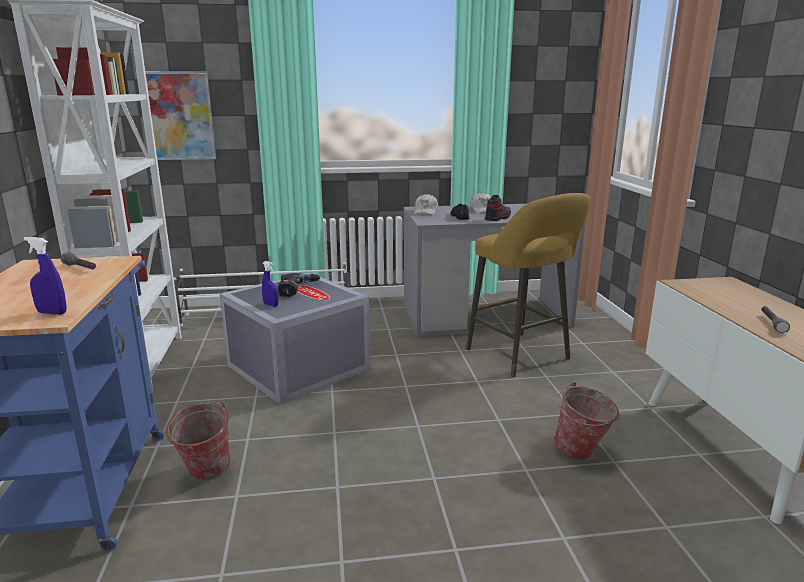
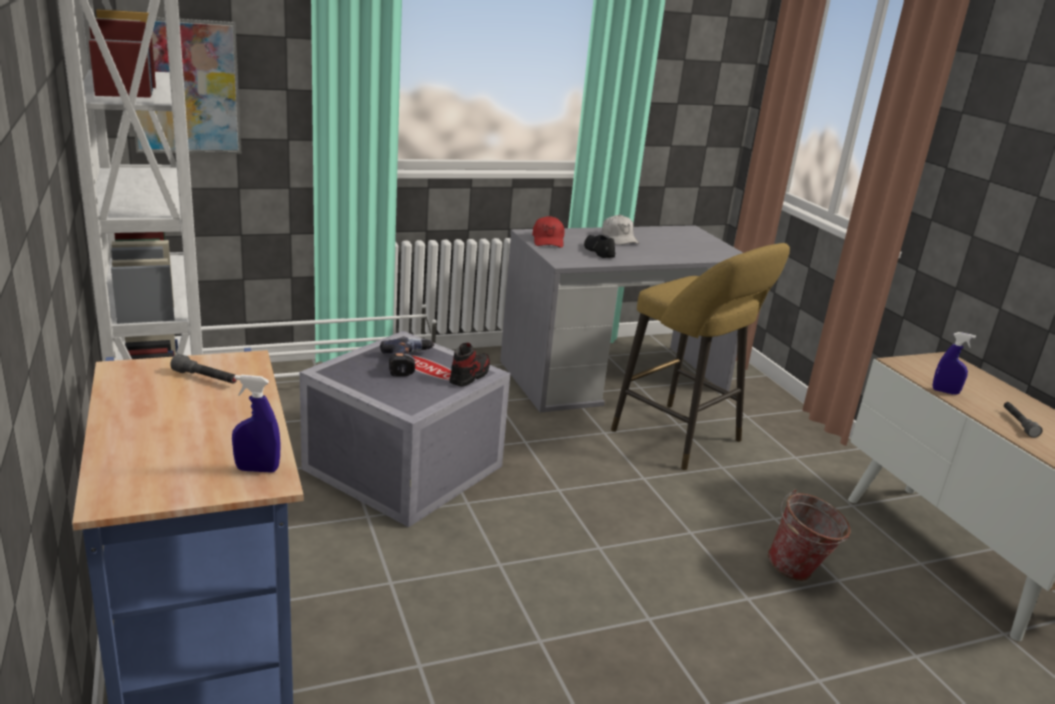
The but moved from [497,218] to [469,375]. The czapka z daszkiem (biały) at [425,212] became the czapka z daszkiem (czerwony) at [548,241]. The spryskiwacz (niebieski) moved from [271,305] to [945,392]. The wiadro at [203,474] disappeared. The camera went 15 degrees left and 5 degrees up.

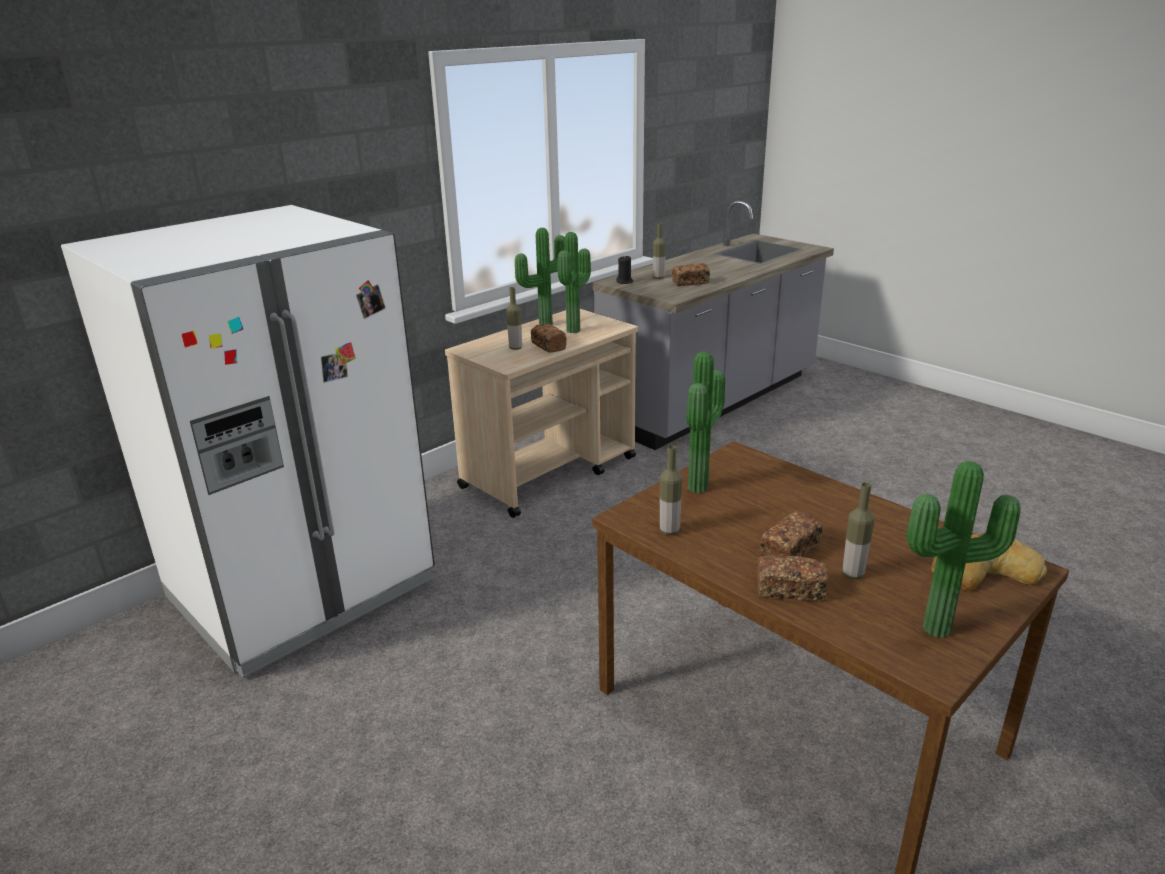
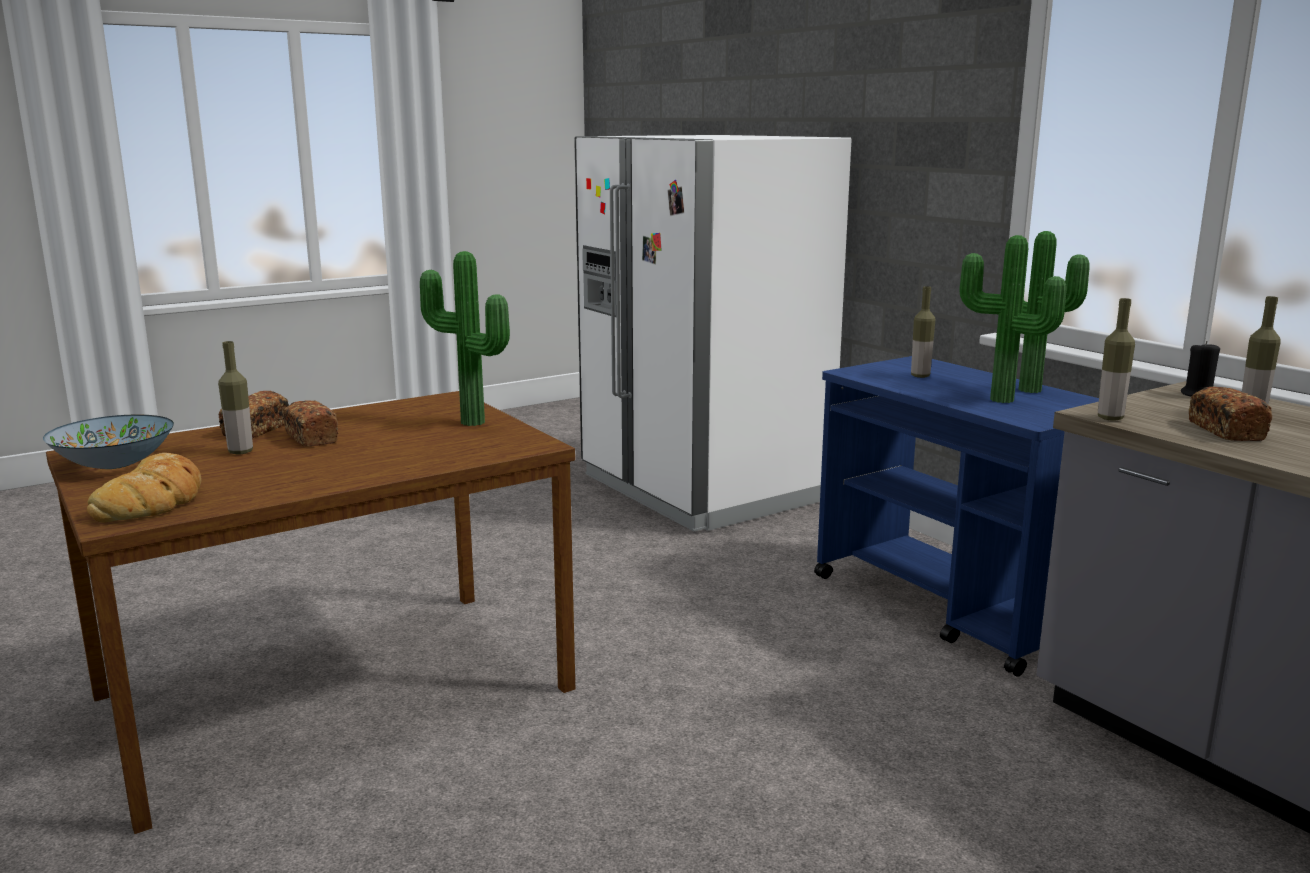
The roślina doniczkowa at [940,632] was replaced by the miska at [115,464]. The wózek (beżowy) at [550,472] became the wózek (niebieski) at [952,607]. The butelka moved from [669,530] to [1110,418]. The chleb at [548,346] disappeared. The camera went 100 degrees right and 10 degrees down.

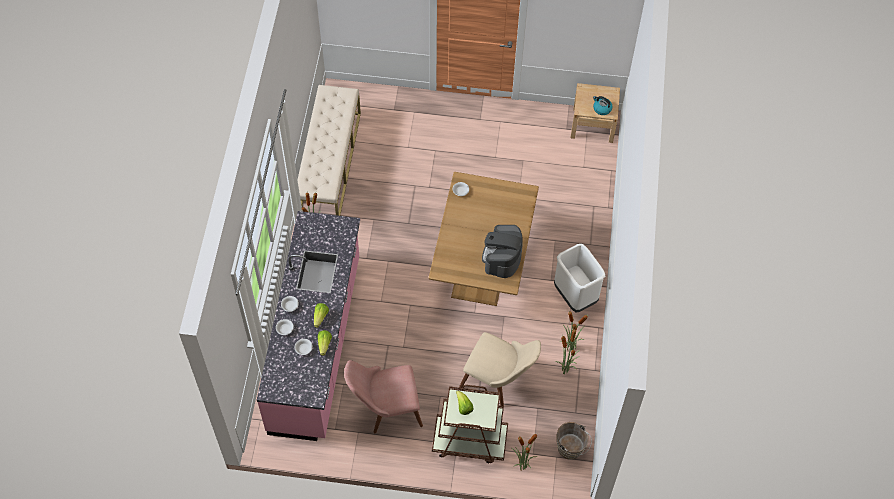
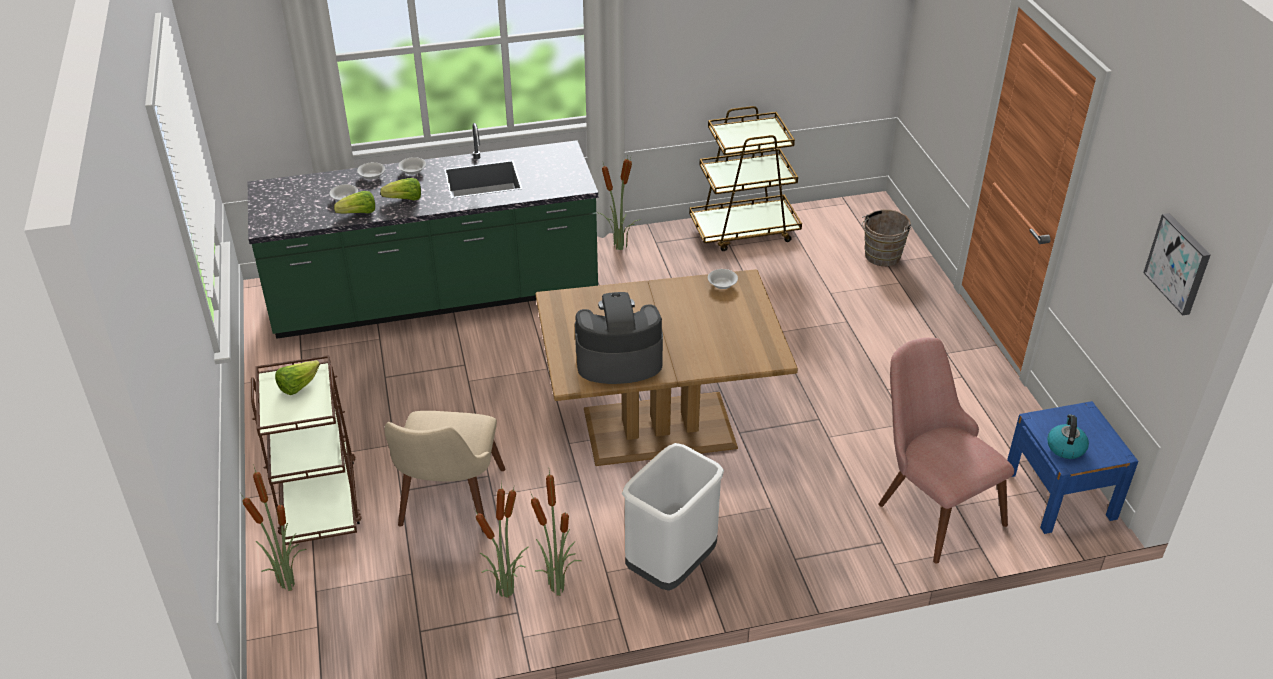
The zabudowa kuchenna (różowy) at [316,345] became the zabudowa kuchenna (zielony) at [435,297]. The ławka (beżowy) at [329,163] was replaced by the wózek (brązowy) at [744,230]. The wiadro (brązowy) moved from [571,449] to [881,257]. The krzesło (różowy) moved from [385,408] to [930,505]. The szafka nocna (beżowy) at [593,124] became the szafka nocna (niebieski) at [1059,495]. The obraz at [1179,263] appeared. The camera went 70 degrees right and 20 degrees down.

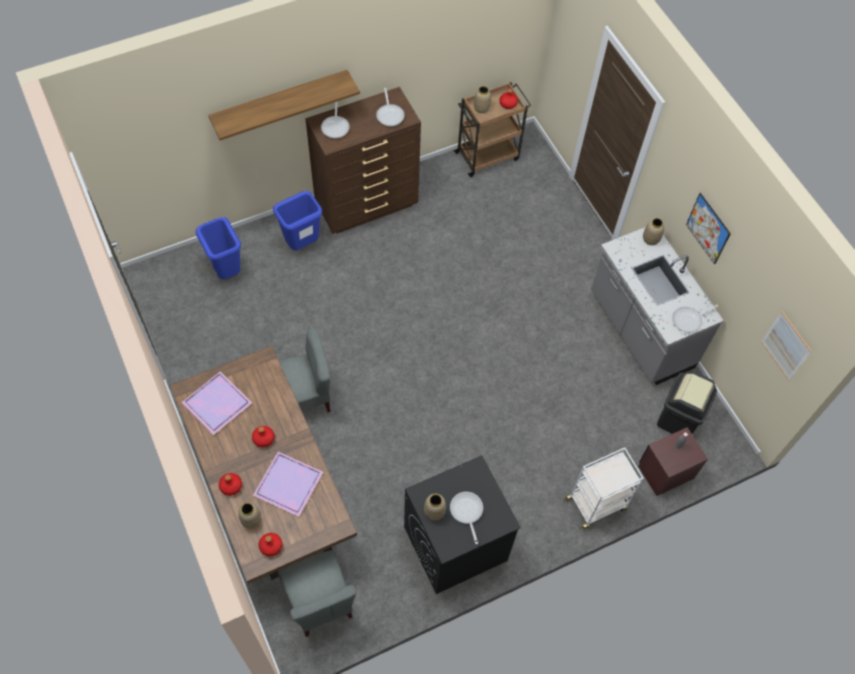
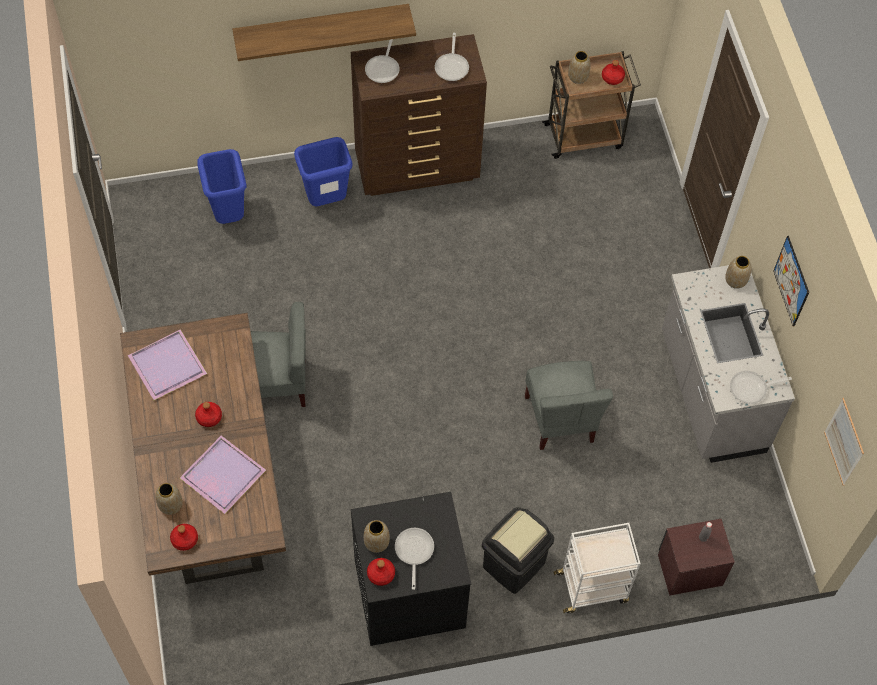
The butelka (czerwony) moved from [231,486] to [381,574]. The kosz na śmieci (czarny) moved from [679,418] to [514,565]. The krzesło (szary) moved from [319,602] to [560,419]. The camera went 15 degrees right and 0 degrees up.

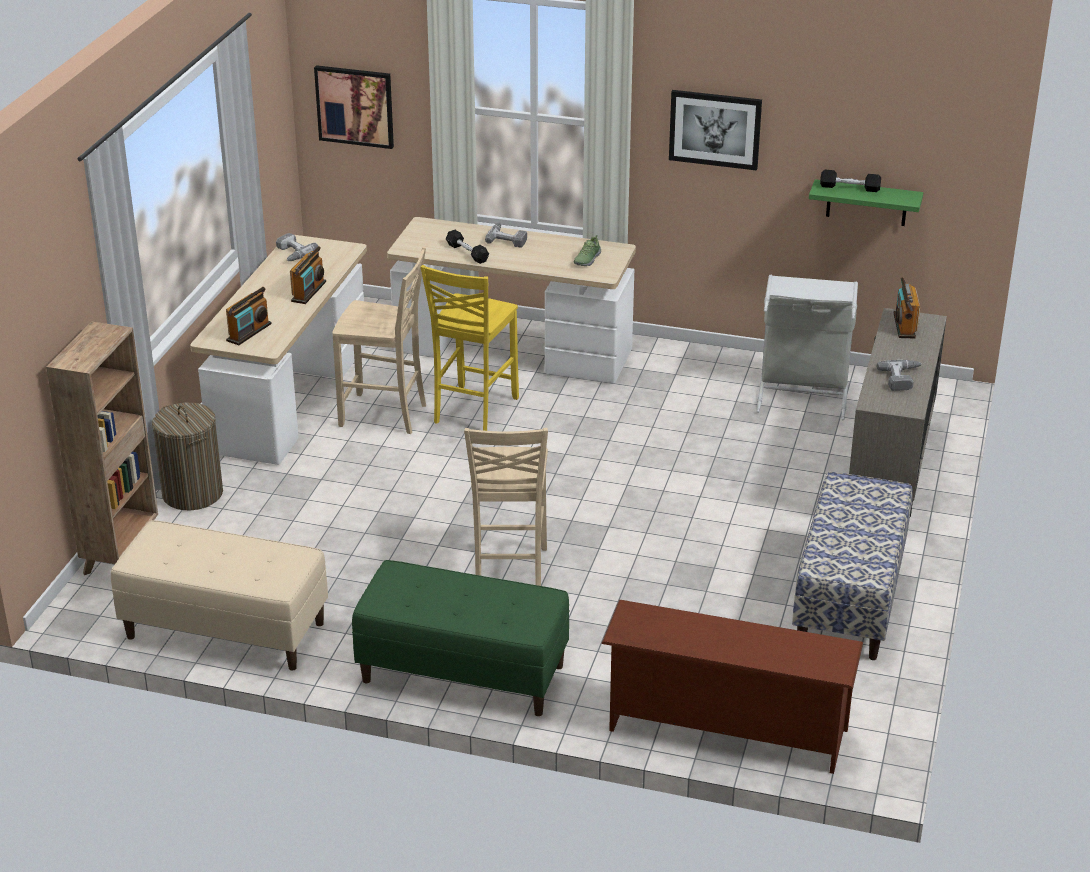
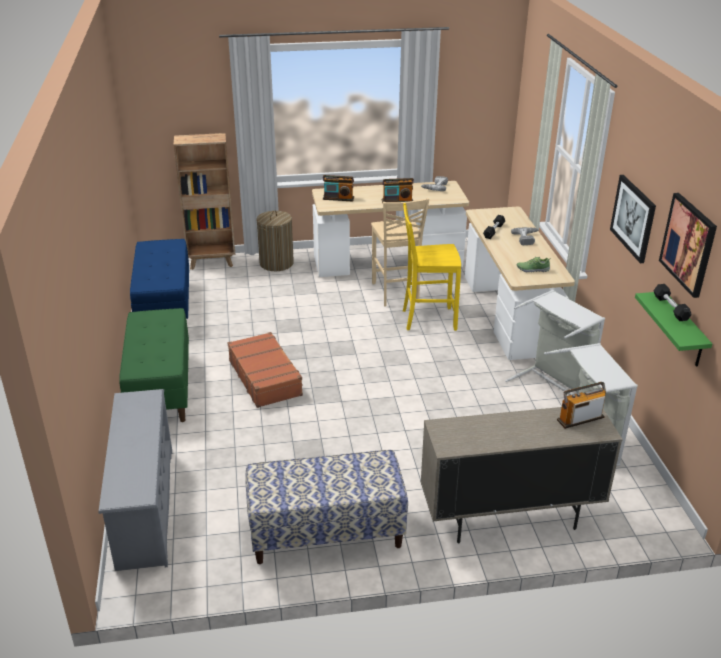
The regał na buty (brązowy) at [725,731] became the regał na buty (szary) at [144,506]. The ławka (beżowy) at [224,631] became the ławka (niebieski) at [164,306]. The krzesło (beżowy) at [508,574] was replaced by the walizka (brązowy) at [265,377]. The kosz na pranie (szary) at [553,385] appeared. The obraz moved from [355,106] to [688,244]. The wiertarka at [903,379] disappeared. The camera went 65 degrees right and 0 degrees up.

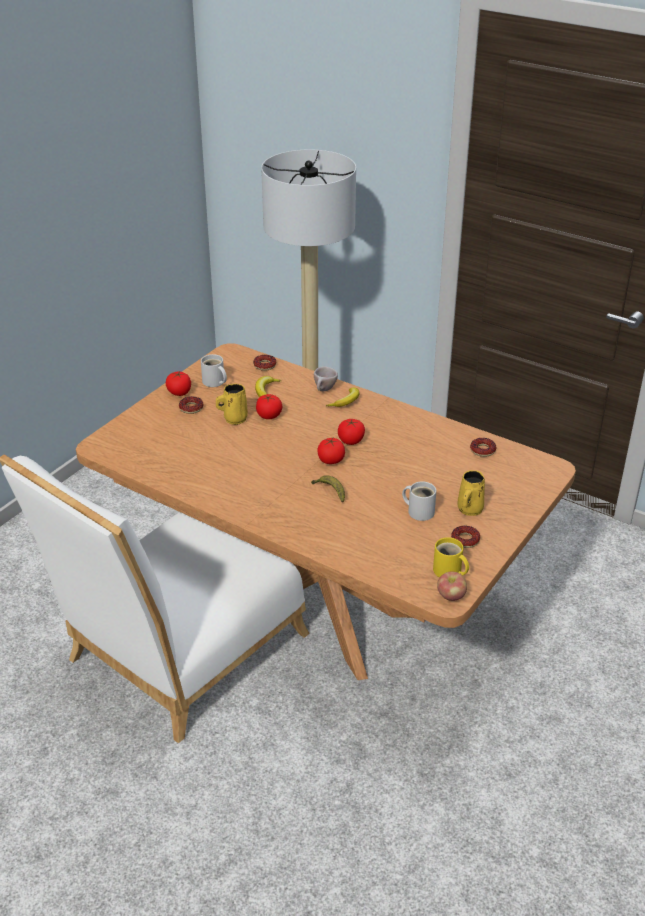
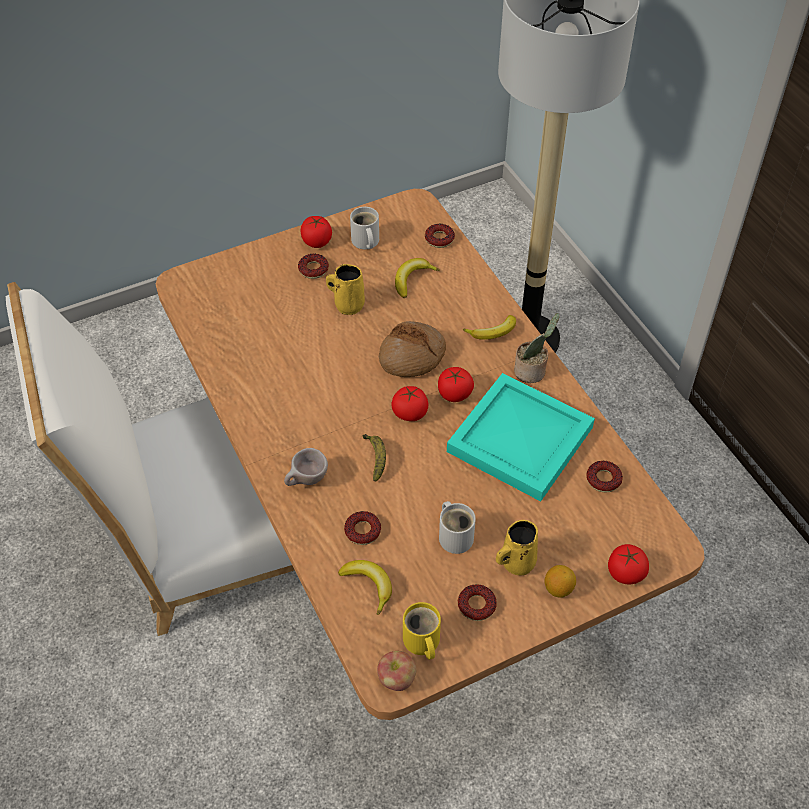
The filiżanka (beżowy) moved from [324,390] to [306,482]. The banan at [369,585] appeared. The donut at [362,531] appeared. The chleb at [412,356] appeared. The taca (turkusowy) at [517,440] appeared. The roślina doniczkowa at [532,371] appeared. The cytryna at [558,588] appeared. The pomidor moved from [269,415] to [625,573]. The camera went 30 degrees right and 15 degrees up.

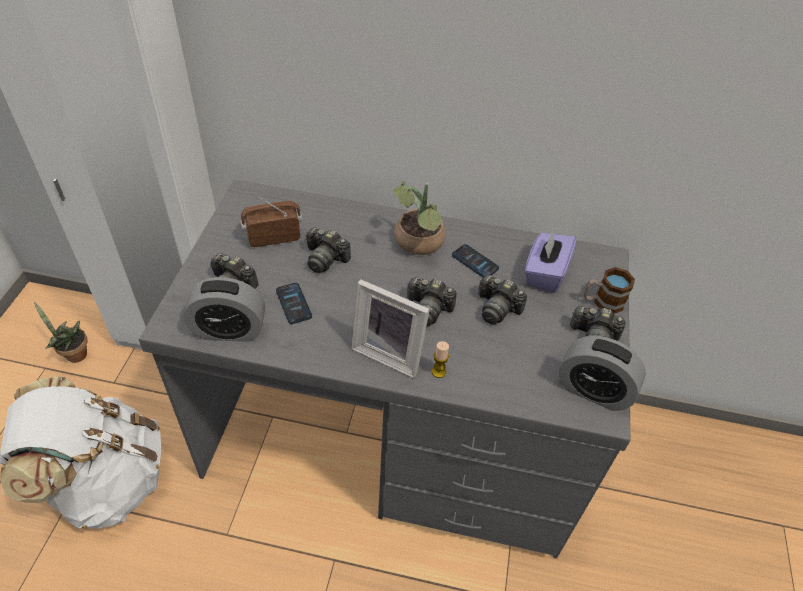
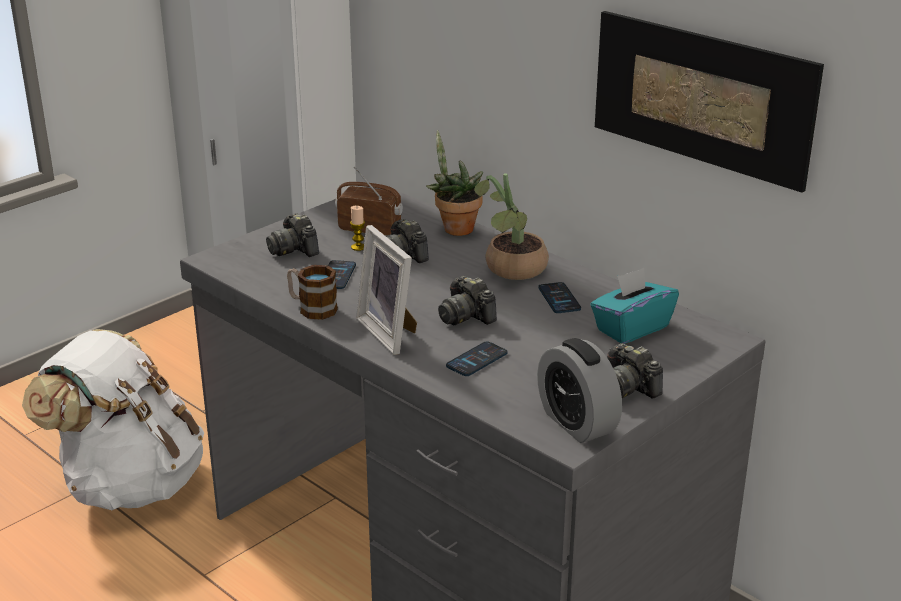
The kubek moved from [602,302] to [312,308]. The świeca moved from [438,371] to [358,247]. The roślina doniczkowa moved from [74,354] to [454,228]. The telefon at [476,360] appeared. The pudełko chusteczek (fioletowy) at [545,273] became the pudełko chusteczek (turkusowy) at [631,328]. The obraz at [701,97] appeared. The budzik at [229,330] disappeared. The aparat fotograficzny at [497,308] disappeared. The camera went 35 degrees right and 20 degrees down.

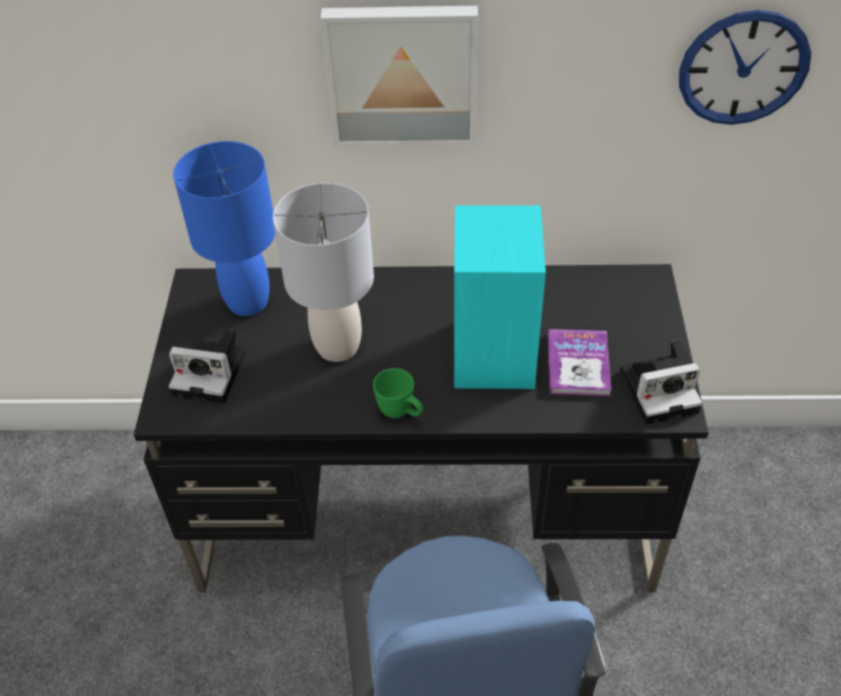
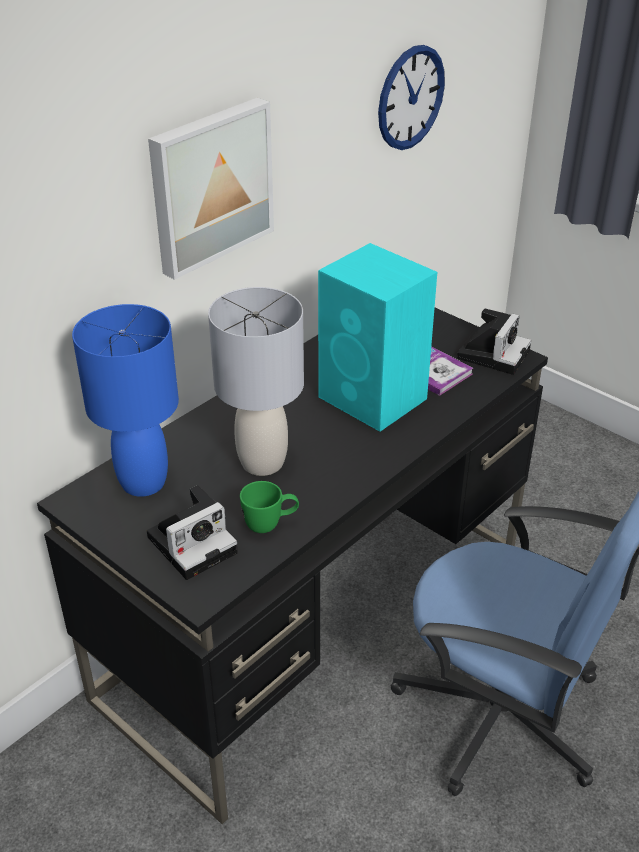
The kubek (zielony) moved from [401,413] to [270,525]. The camera went 50 degrees left and 10 degrees down.

